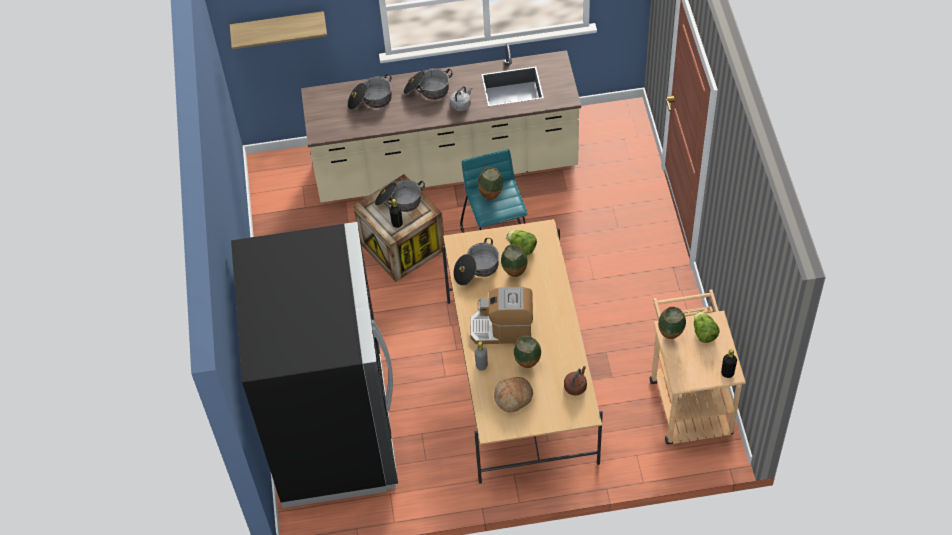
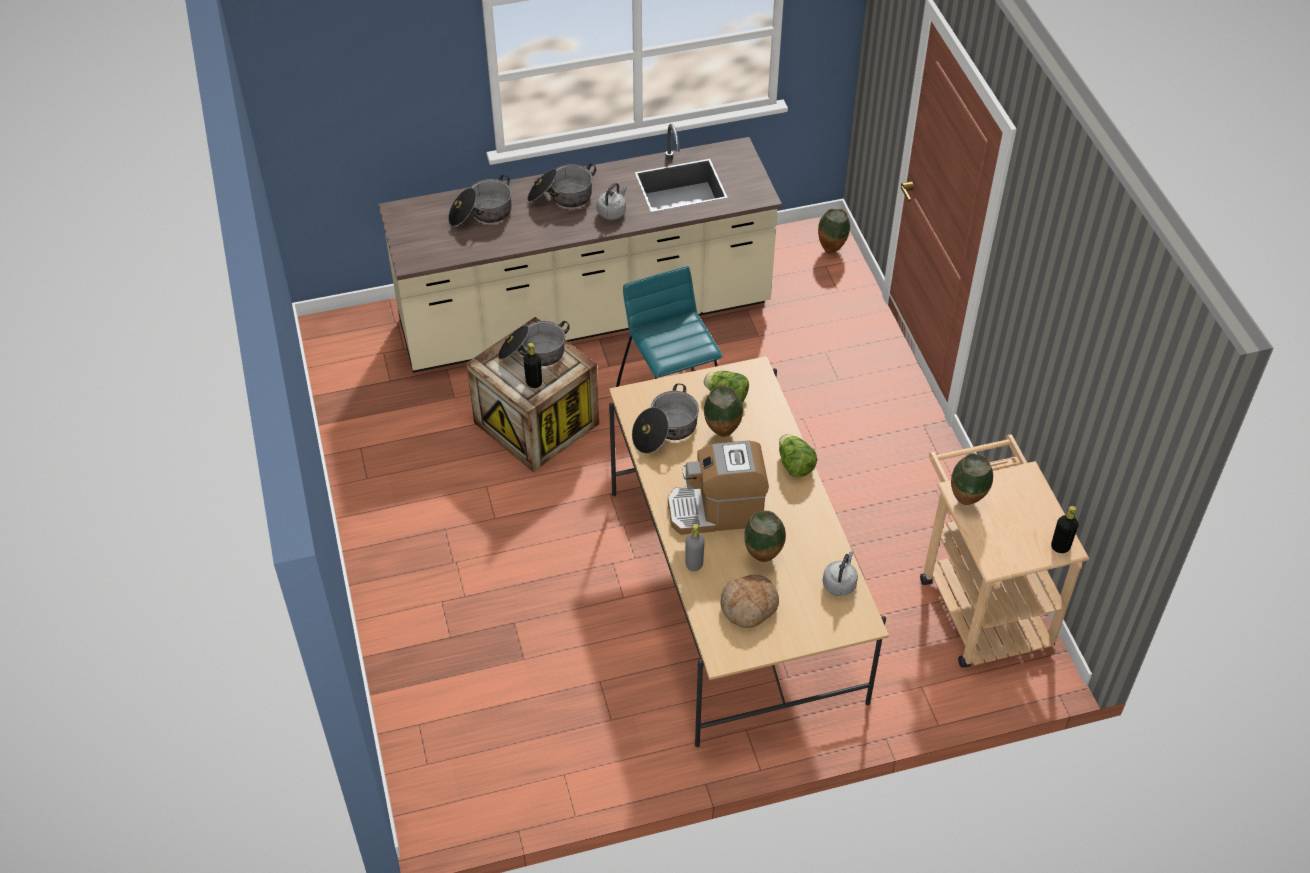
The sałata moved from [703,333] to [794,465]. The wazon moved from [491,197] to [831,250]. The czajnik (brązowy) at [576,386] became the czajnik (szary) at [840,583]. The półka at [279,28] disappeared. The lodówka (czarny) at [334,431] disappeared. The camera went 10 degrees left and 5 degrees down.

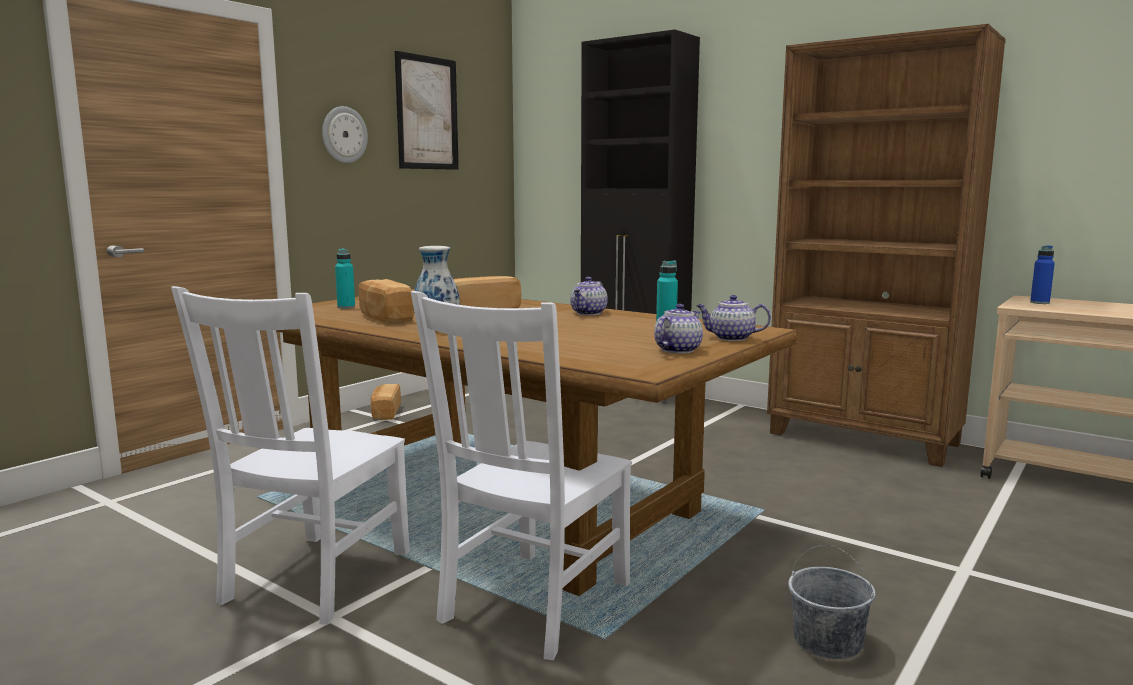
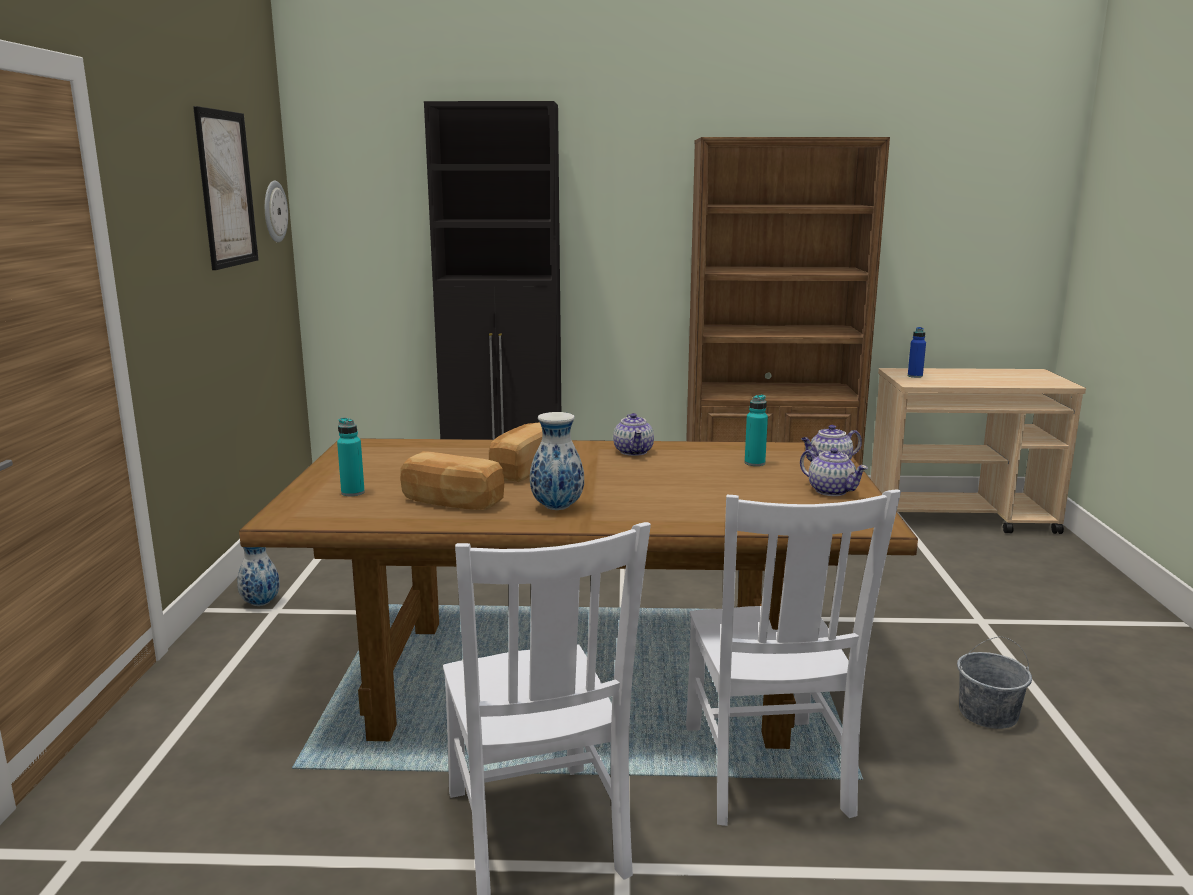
The chleb at [385,413] was replaced by the wazon at [261,603]. The zegar ścienny moved from [344,135] to [274,211]. The imbryk at [677,350] turned 135 degrees clockwise. The camera went 35 degrees left and 5 degrees up.

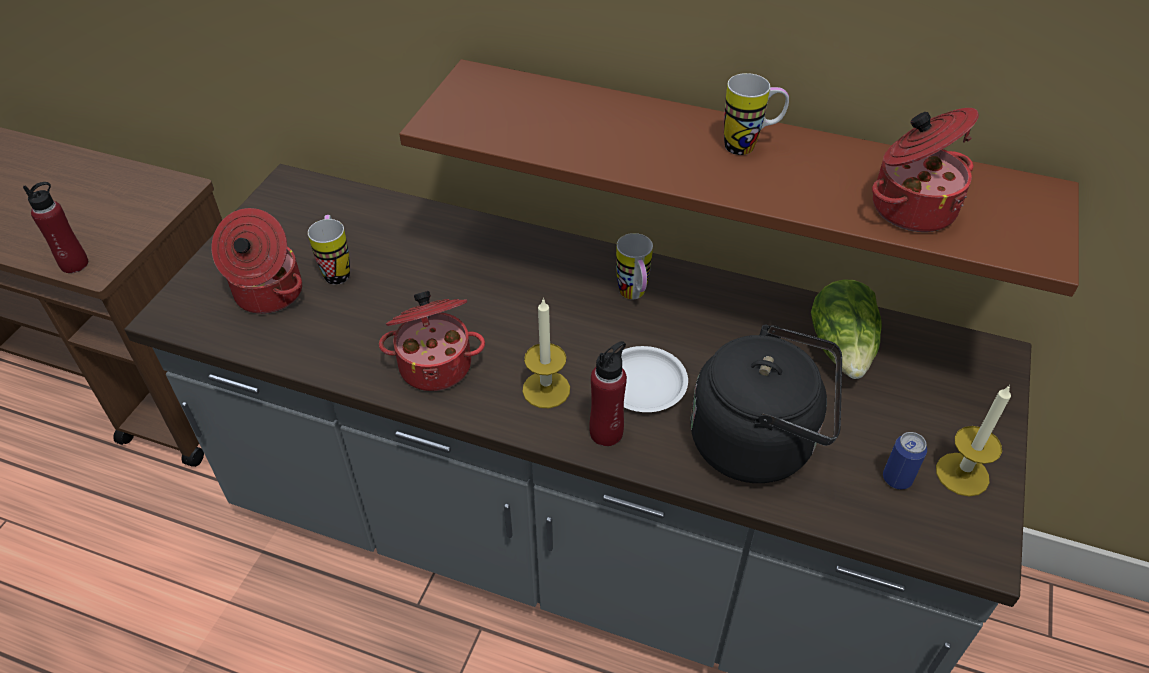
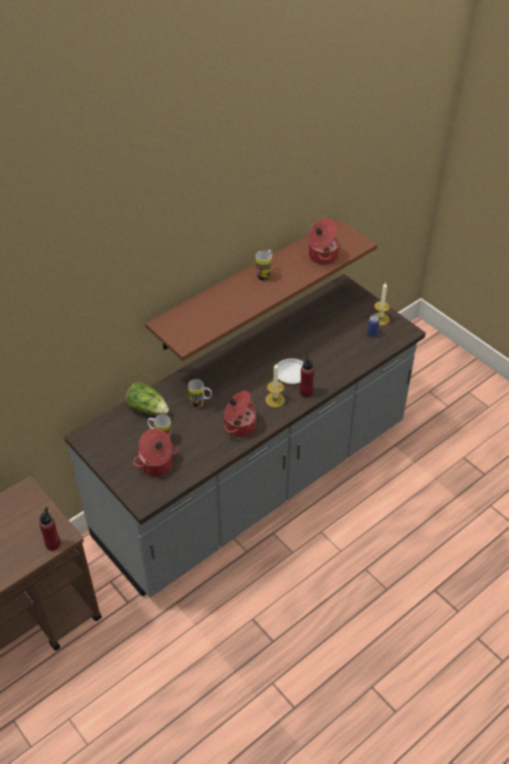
The sałata moved from [842,349] to [148,408]. The kubek moved from [634,297] to [201,404]. The czajnik (czarny) at [759,442] disappeared. The camera went 60 degrees left and 0 degrees up.

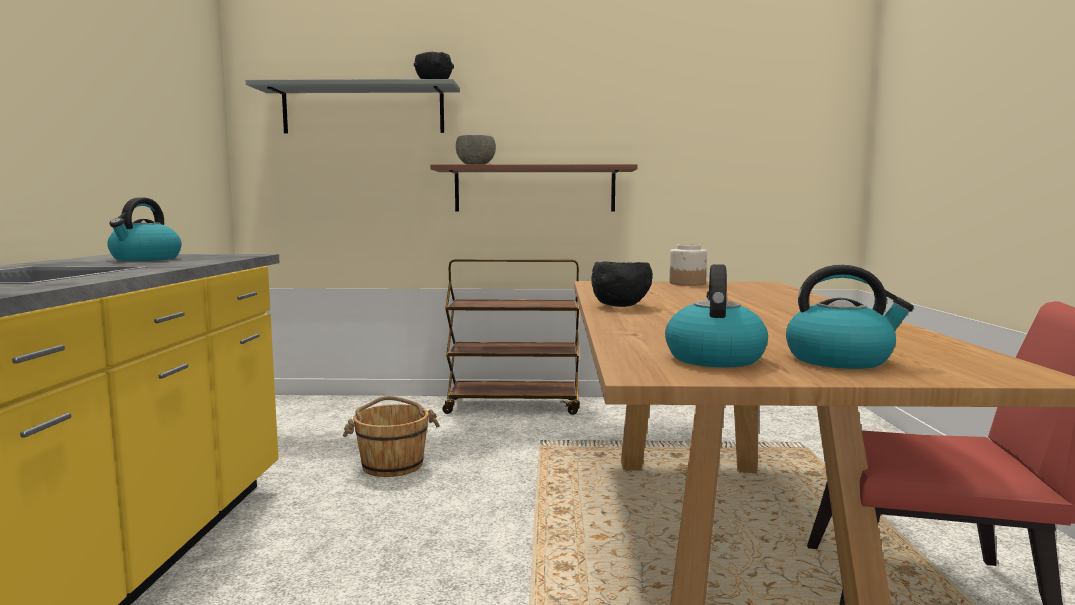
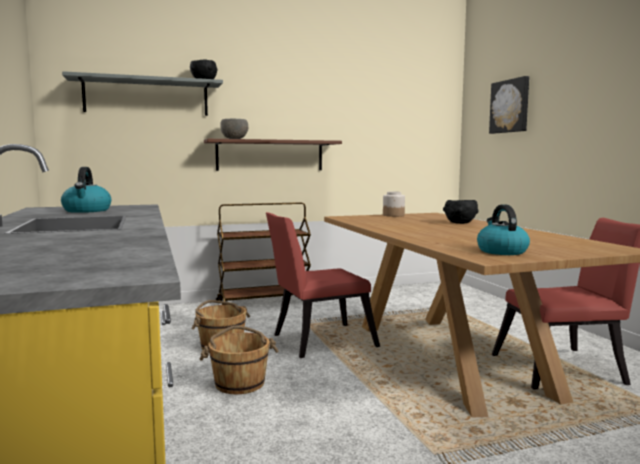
The wiadro (brązowy) at [239,383] appeared. The krzesło (czerwony) at [317,341] appeared. The miska (czarny) moved from [620,306] to [460,223]. The obraz at [510,106] appeared. The czajnik at [840,360] disappeared. The camera went 20 degrees left and 0 degrees up.

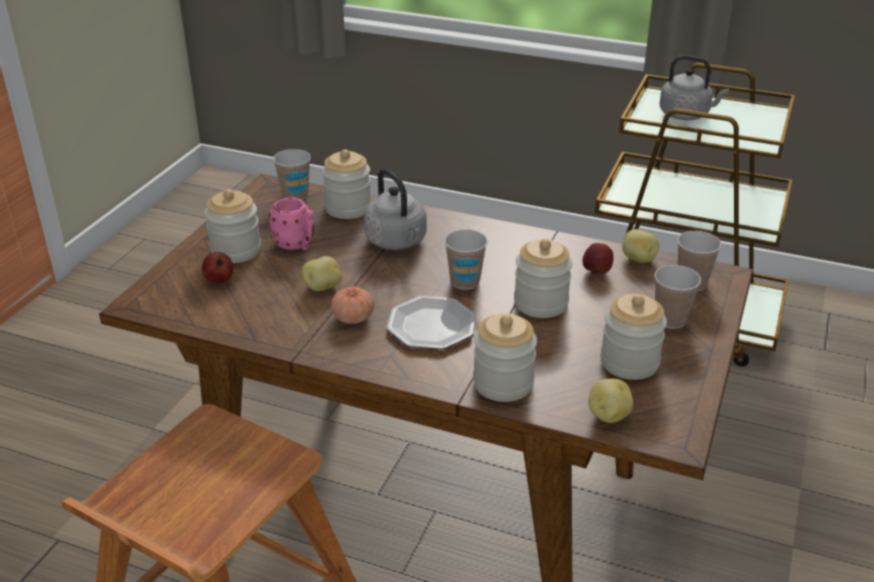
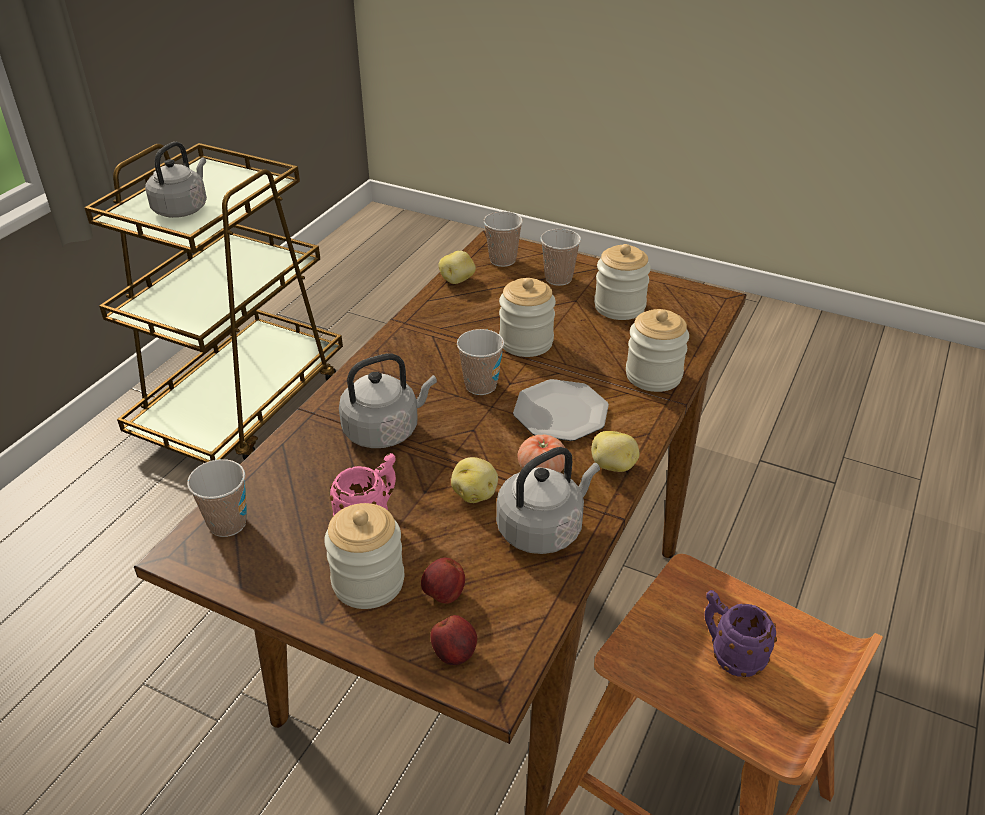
The jabłko moved from [596,272] to [455,654]. The czajnik (szary) at [543,528] appeared. The ziemniak moved from [607,415] to [613,466]. The kubek (fioletowy) at [730,654] appeared. The słoik at [348,208] disappeared. The camera went 85 degrees left and 5 degrees up.

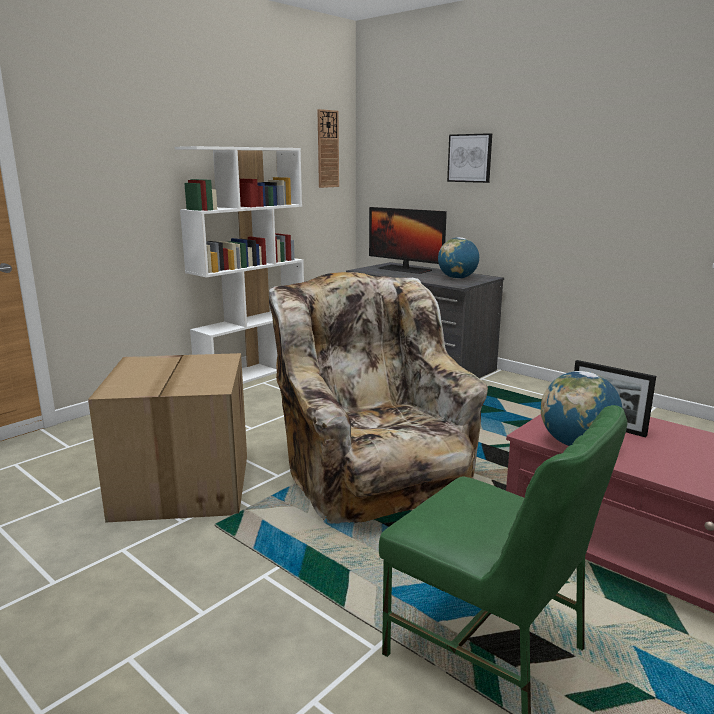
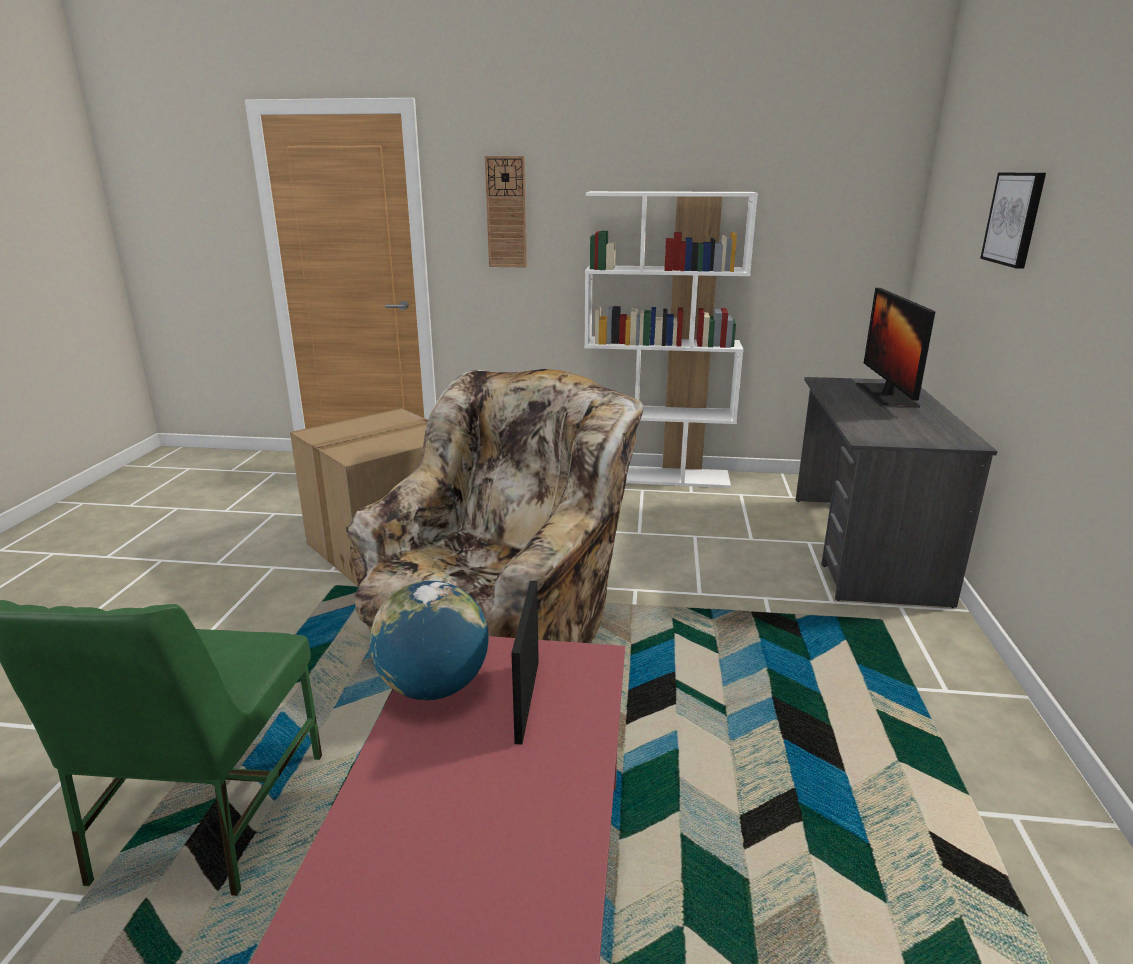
The zegar ścienny moved from [327,149] to [506,212]. The globus at [457,278] disappeared. The camera went 55 degrees right and 5 degrees up.

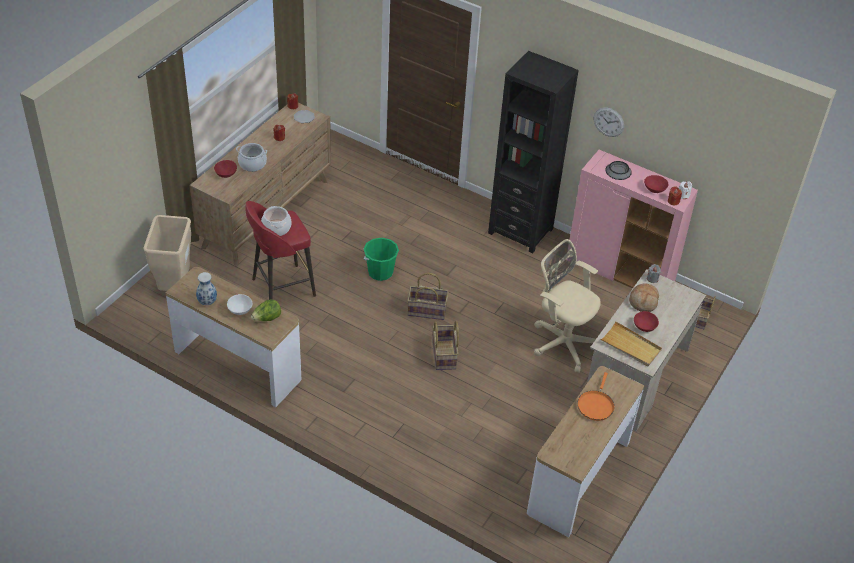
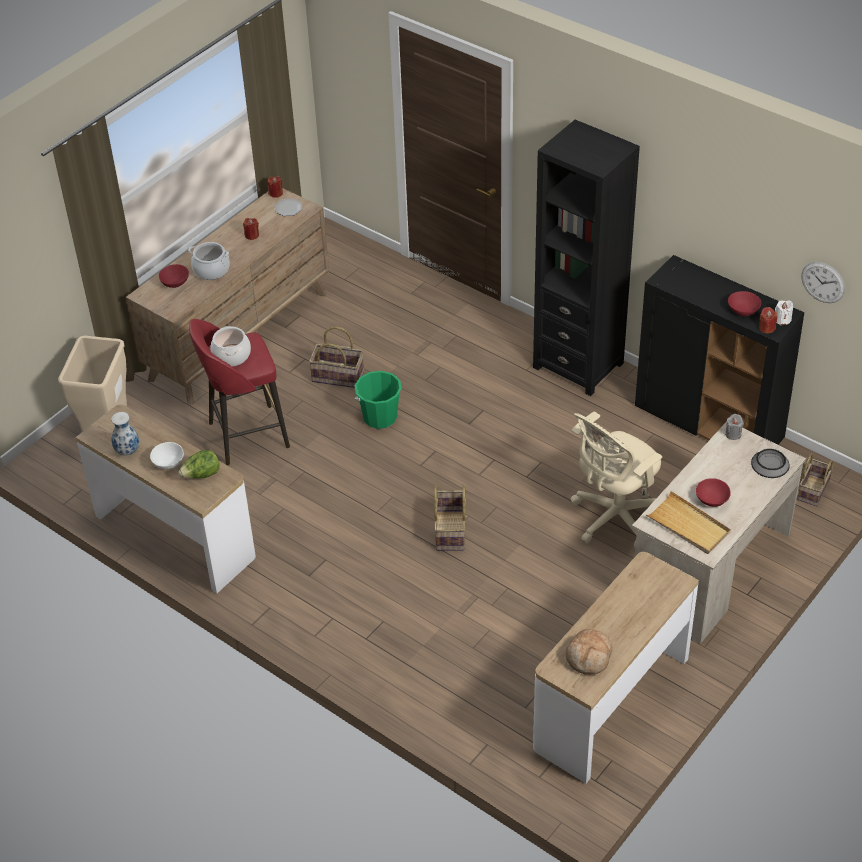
The koszyk moved from [427,310] to [338,376]. The chleb moved from [643,301] to [589,657]. The krzesło biurowe (beżowy) at [562,342] turned 90 degrees counterclockwise. The szafka (różowy) at [620,271] became the szafka (czarny) at [709,423]. The miska moved from [618,171] to [770,464]. The zegar ścienny moved from [608,122] to [823,282]. The patelnia (pomarańczowy) at [595,405] disappeared. The camera went 10 degrees right and 0 degrees up.

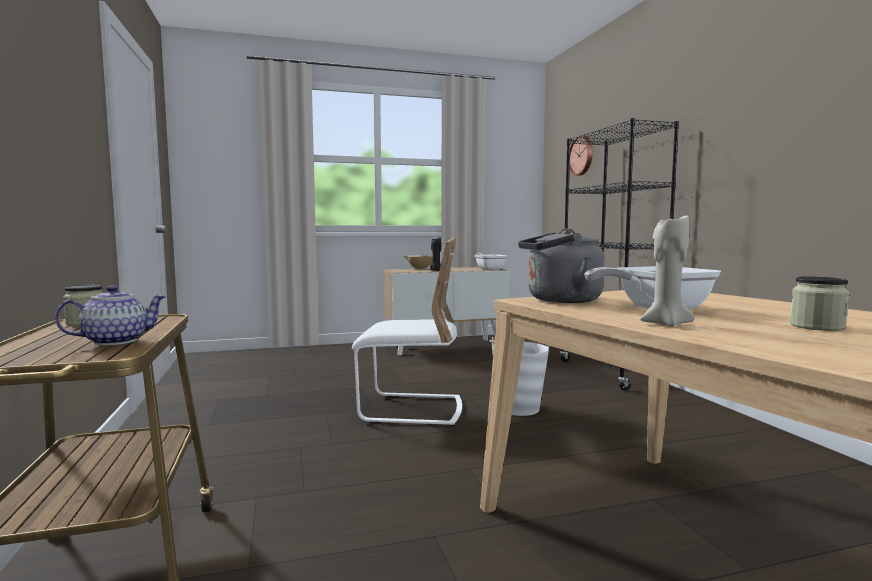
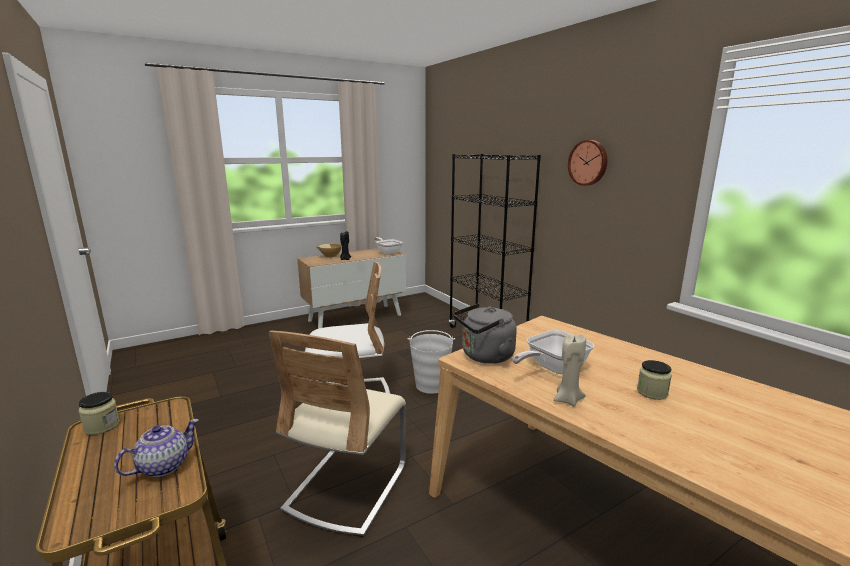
The krzesło (beżowy) at [347,487] appeared. The zegar ścienny moved from [581,155] to [588,163]. The camera went 15 degrees left and 10 degrees up.

